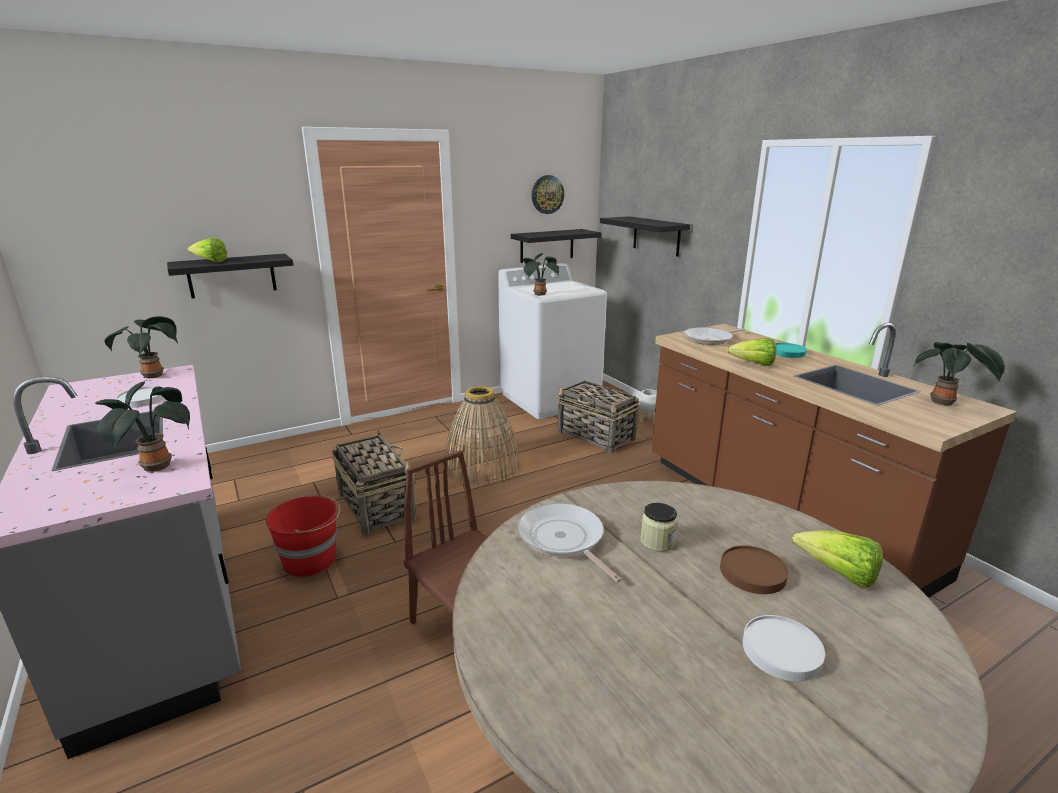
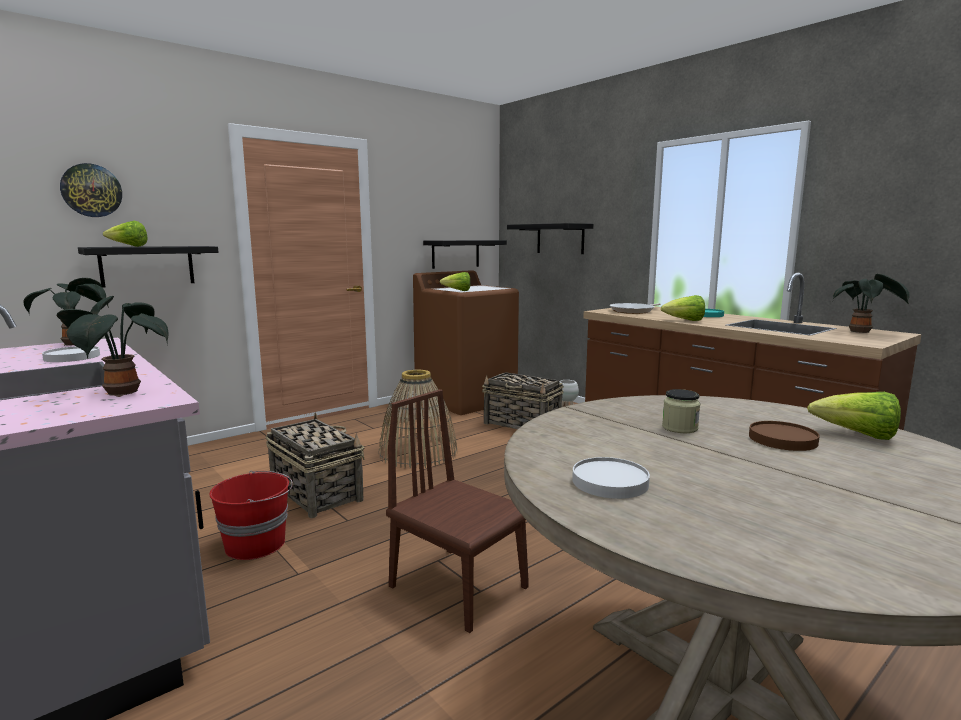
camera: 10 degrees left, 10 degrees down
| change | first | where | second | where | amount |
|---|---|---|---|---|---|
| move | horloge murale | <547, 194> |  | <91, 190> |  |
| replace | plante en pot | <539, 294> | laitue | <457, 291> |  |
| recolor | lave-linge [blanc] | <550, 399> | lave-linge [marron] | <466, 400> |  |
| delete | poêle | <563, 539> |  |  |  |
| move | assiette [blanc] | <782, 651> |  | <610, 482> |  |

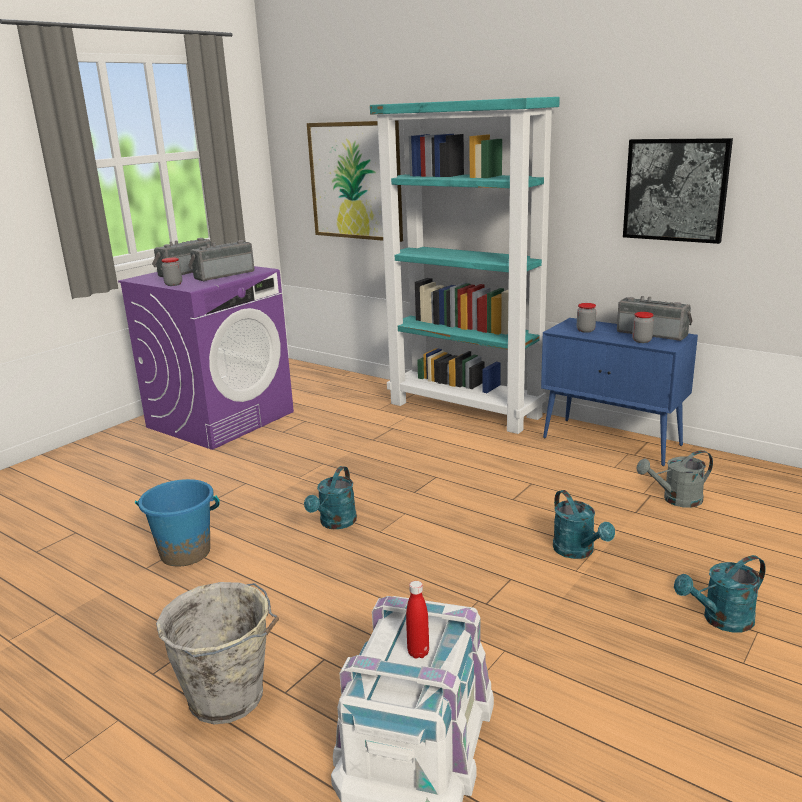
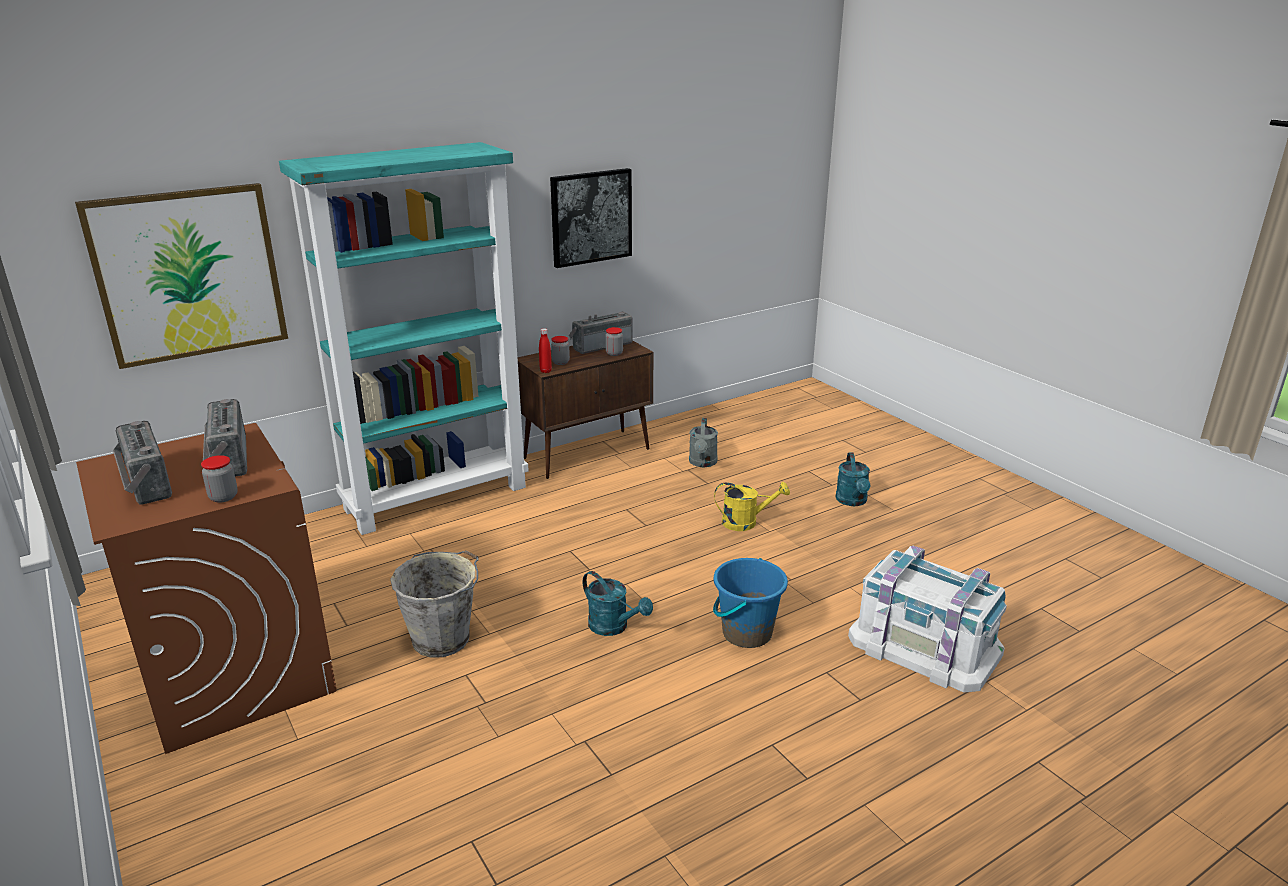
camera: 70 degrees left, 5 degrees up
| change | first | where | second | where | amount |
|---|---|---|---|---|---|
| recolor | lave-linge [violet] | <221, 419> | lave-linge [marron] | <235, 672> |  |
| recolor | meuble de rangement [bleu] | <613, 442> | meuble de rangement [marron] | <588, 453> |  |
| move | seau [bleu] | <185, 553> |  | <746, 633> |  |
| recolor | arrosoir [turquoise] | <578, 552> | arrosoir [jaune] | <746, 522> |  |
| move | bouteille [rouge] | <418, 652> |  | <545, 371> |  |
| move | seau [gris] | <229, 698> |  | <443, 638> |  |

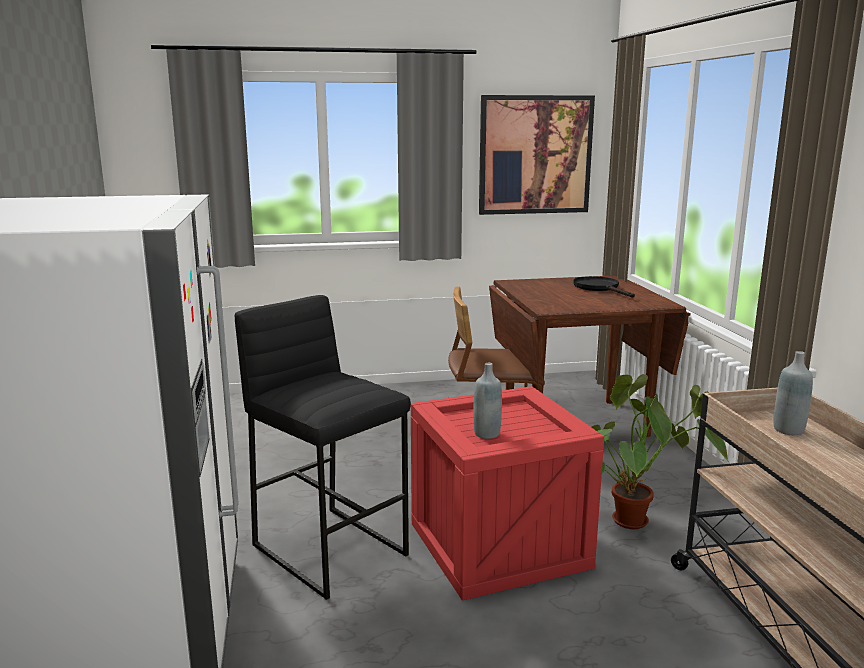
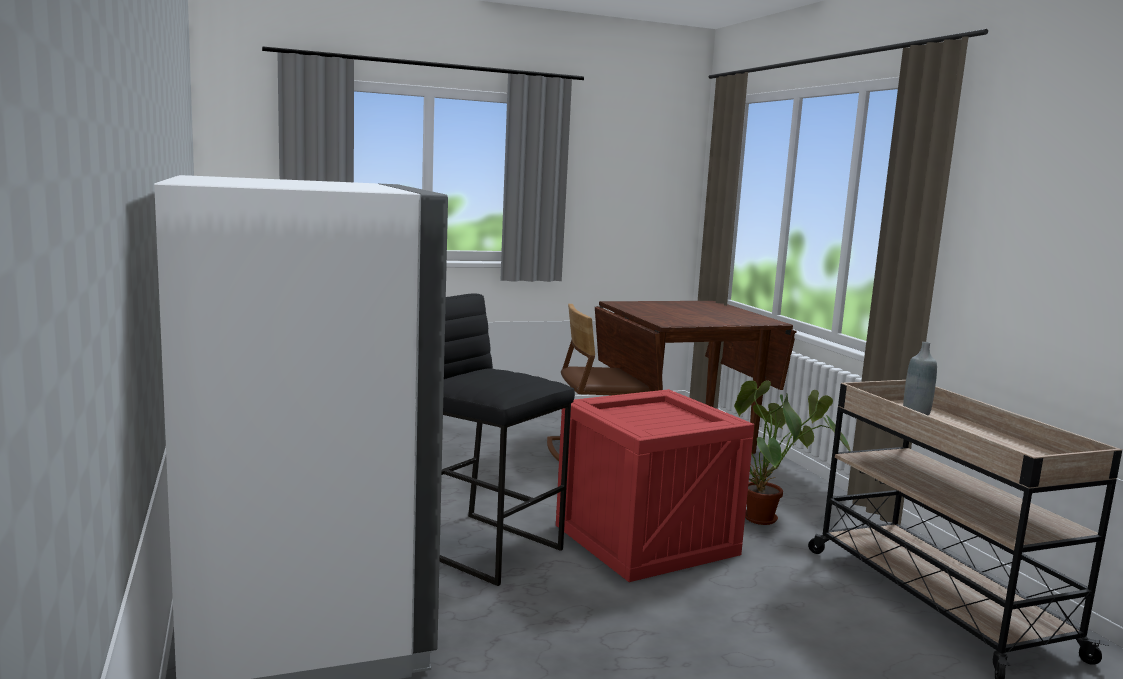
camera: 10 degrees left, 5 degrees down
| change | first | where | second | where | amount |
|---|---|---|---|---|---|
| delete | tableau | <535, 155> |  |  |  |
| delete | poêle [noir] | <600, 288> |  |  |  |
| delete | bouteille [gris] | <487, 434> |  |  |  |

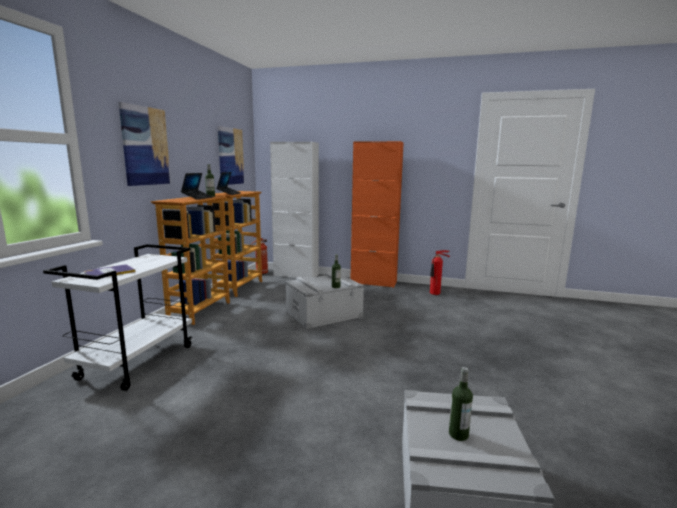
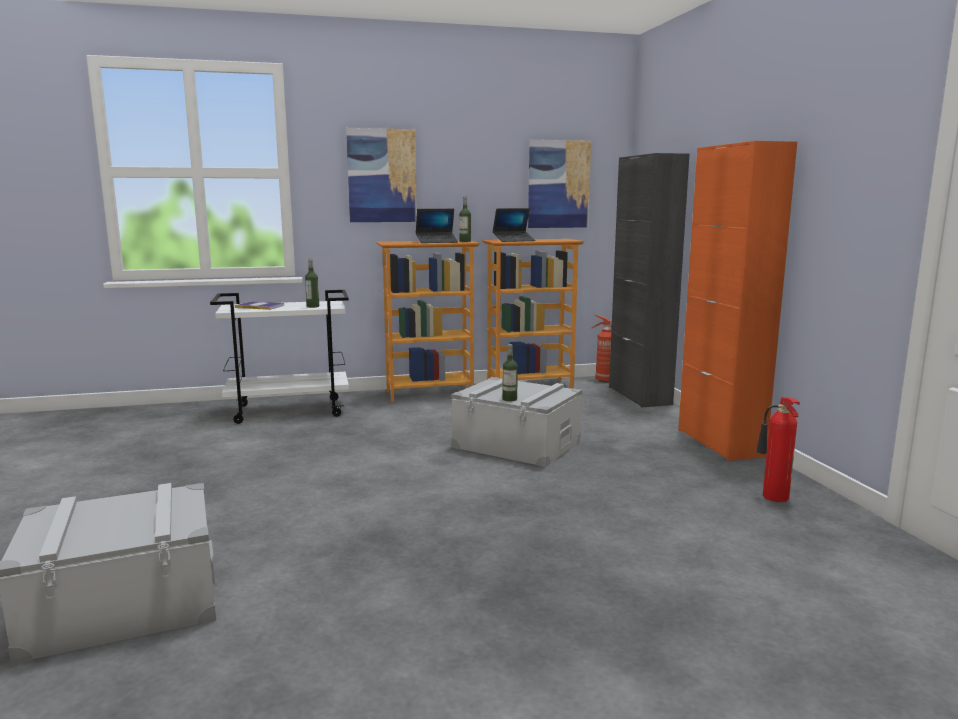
camera: 60 degrees right, 0 degrees up
| change | first | where | second | where | amount |
|---|---|---|---|---|---|
| recolor | meuble de rangement [blanc] | <296, 275> | meuble de rangement [noir] | <639, 395> |  |
| move | bouteille | <458, 434> |  | <313, 306> |  |

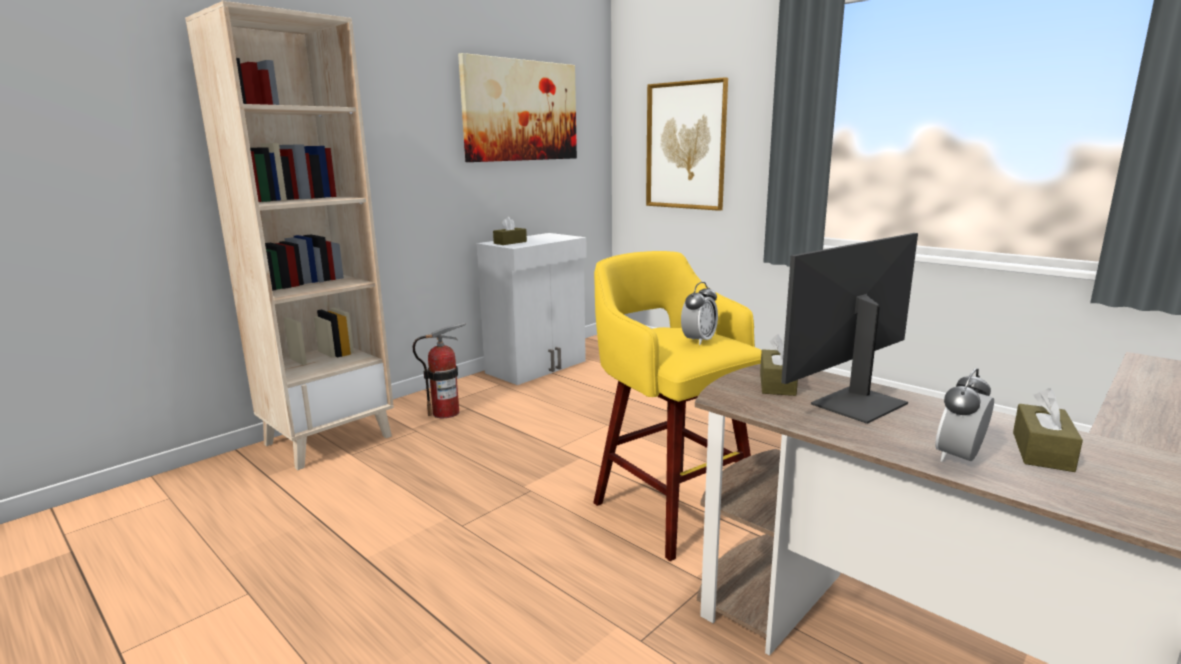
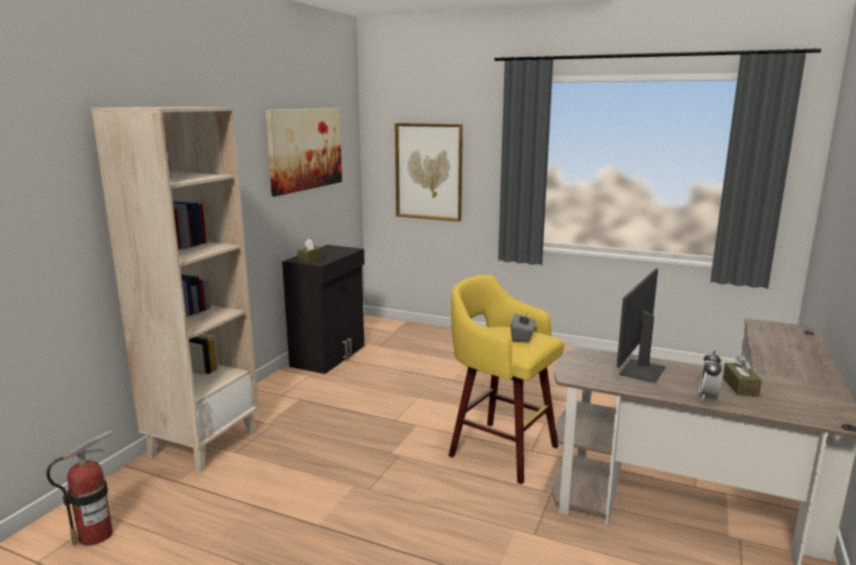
camera: 20 degrees left, 0 degrees up
| change | first | where | second | where | amount |
|---|---|---|---|---|---|
| recolor | meuble de rangement [blanc] | <538, 367> | meuble de rangement [noir] | <329, 356> |  |
| replace | réveil | <698, 341> | boîte à mouchoirs [gris] | <522, 337> |  |
| move | extincteur | <446, 413> |  | <95, 535> |  |
| delete | boîte à mouchoirs [marron] | <777, 384> |  |  |  |

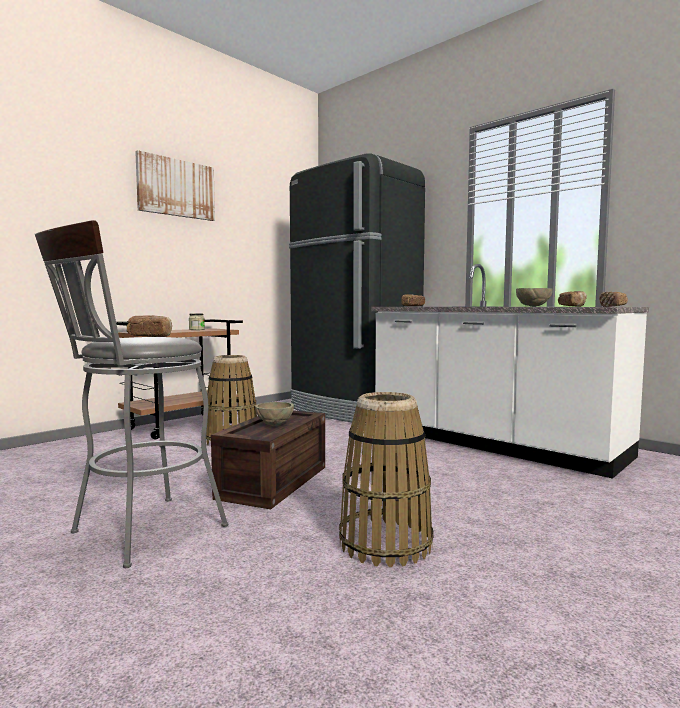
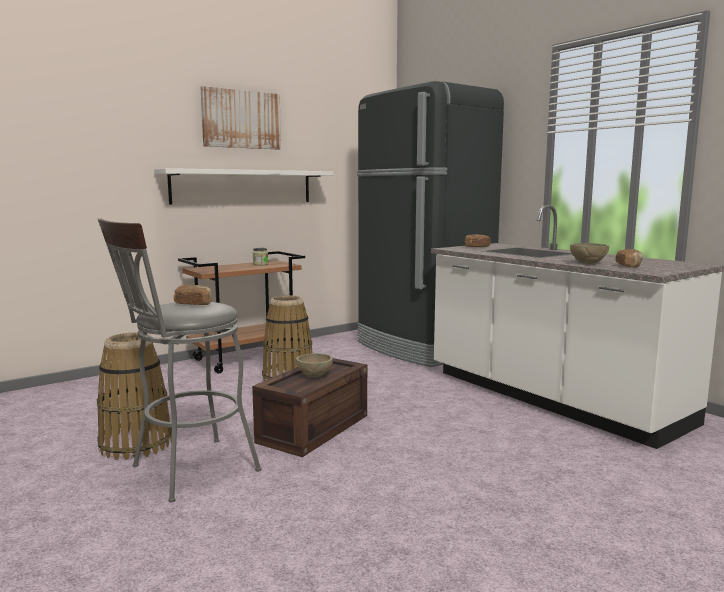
camera: 10 degrees right, 5 degrees up
| change | first | where | second | where | amount |
|---|---|---|---|---|---|
| delete | pain | <611, 306> |  |  |  |
| move | panier | <385, 543> |  | <135, 444> |  |
| insert |  |  | étagère [blanc] | <243, 186> |  |

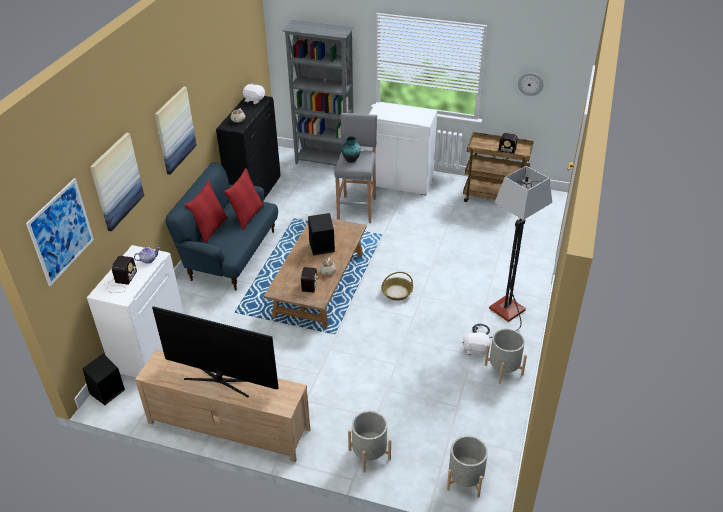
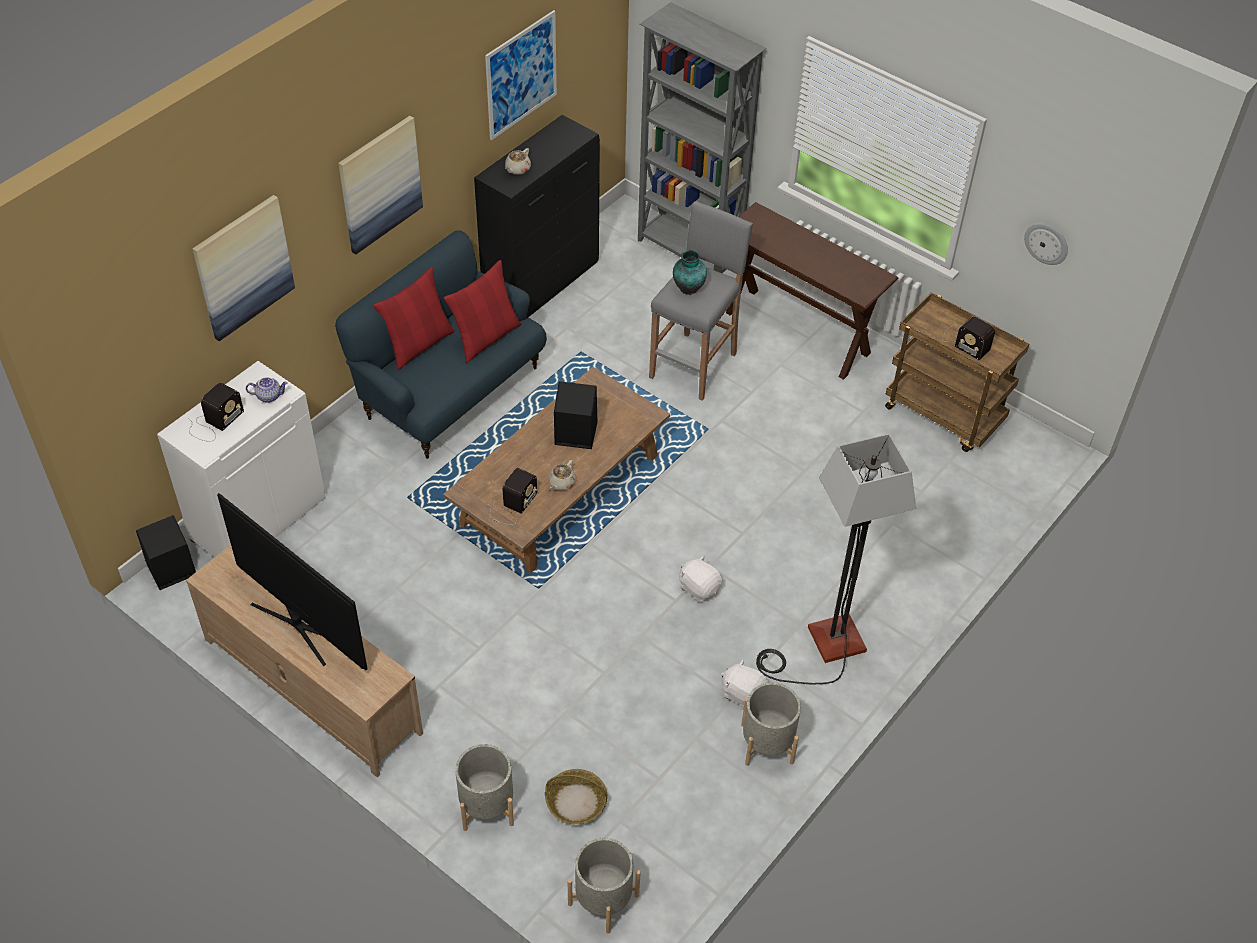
camera: 20 degrees right, 10 degrees up
| change | first | where | second | where | amount |
|---|---|---|---|---|---|
| move | peluche [blanc] | <254, 100> |  | <699, 587> |  |
| replace | meuble de rangement [blanc] | <400, 182> | table console [marron] | <797, 333> |  |
| move | tableau | <61, 231> |  | <521, 75> |  |
| move | panier | <396, 292> |  | <576, 802> |  |

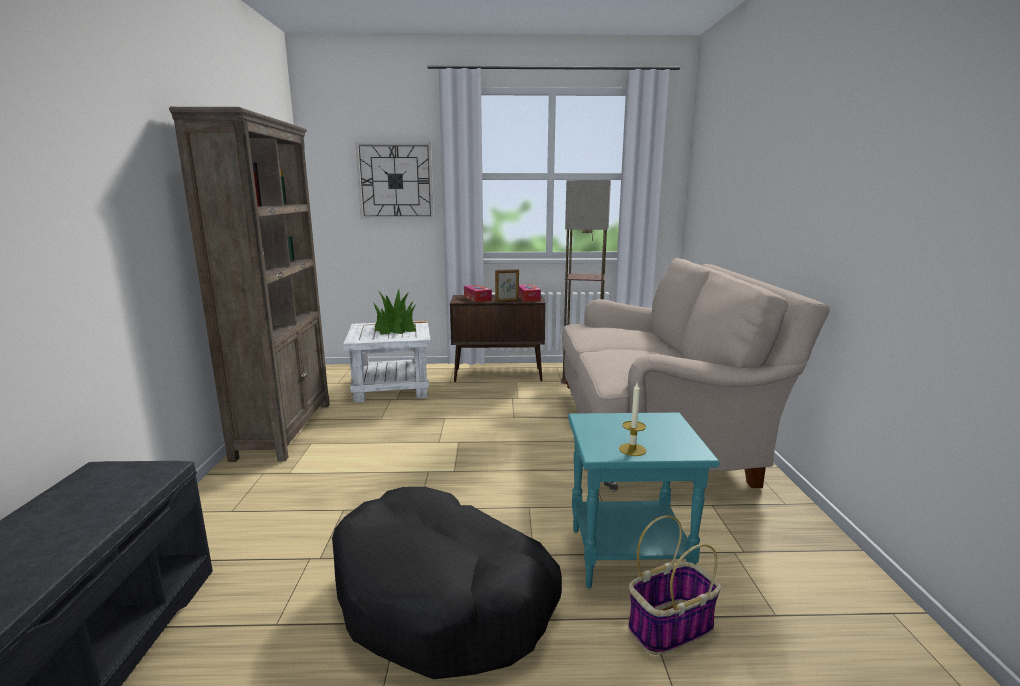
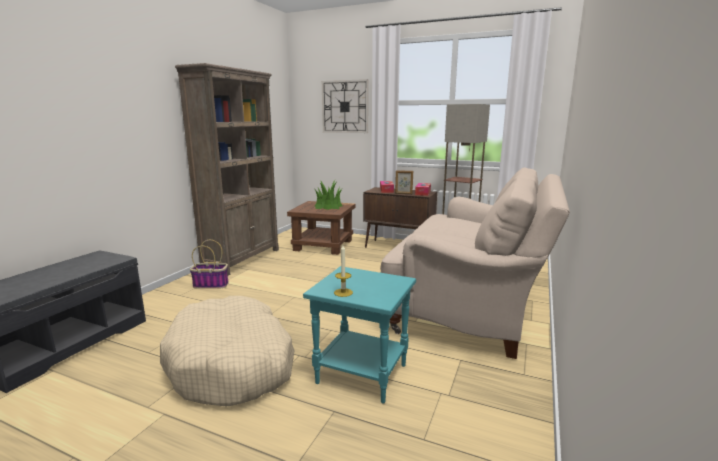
camera: 25 degrees right, 0 degrees up
| change | first | where | second | where | amount |
|---|---|---|---|---|---|
| recolor | table d'appoint [blanc] | <393, 387> | table d'appoint [marron] | <324, 245> |  |
| recolor | panier pour chien [noir] | <443, 598> | panier pour chien [beige] | <232, 364> |  |
| move | panier | <671, 626> |  | <211, 284> |  |

